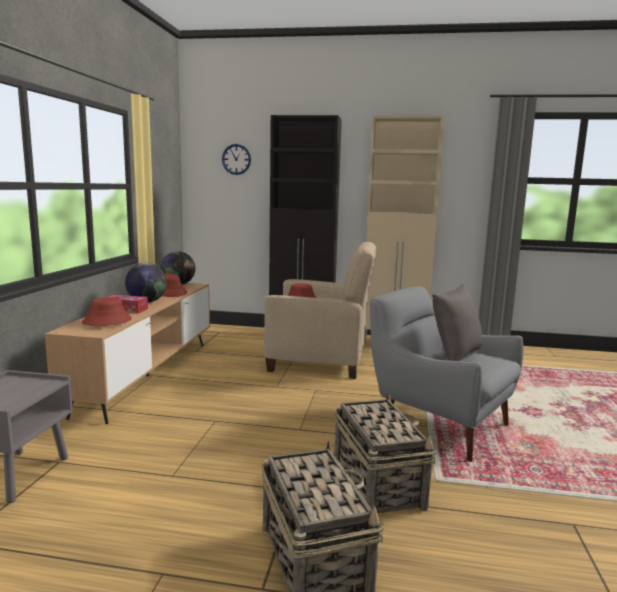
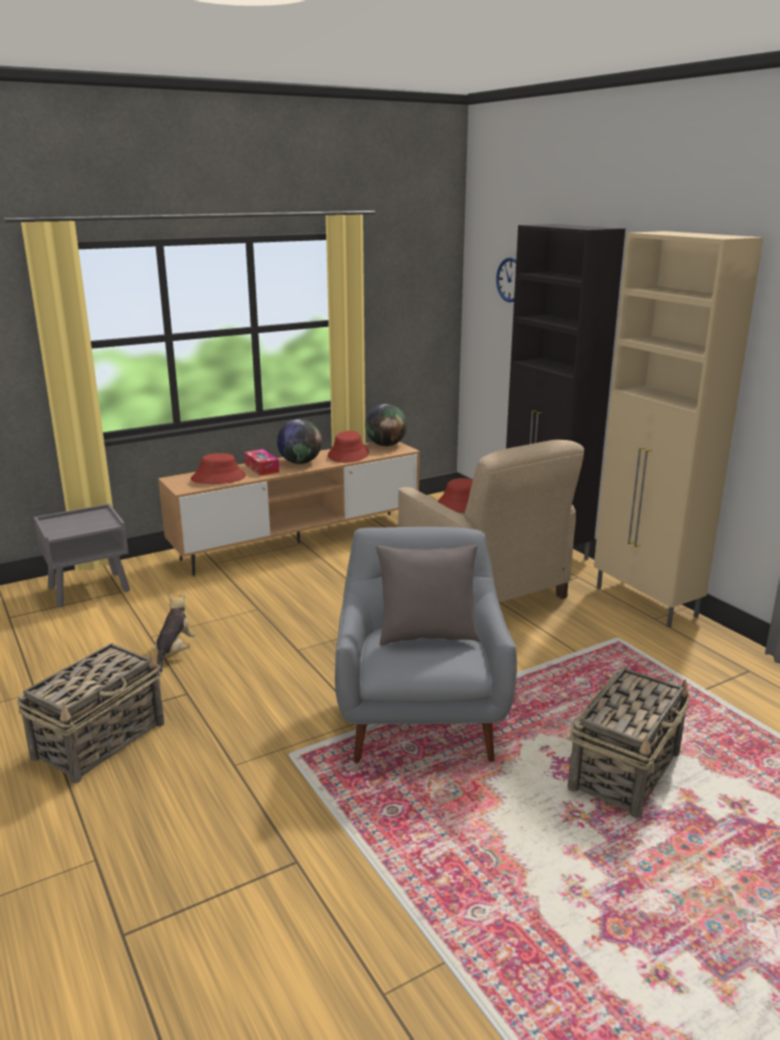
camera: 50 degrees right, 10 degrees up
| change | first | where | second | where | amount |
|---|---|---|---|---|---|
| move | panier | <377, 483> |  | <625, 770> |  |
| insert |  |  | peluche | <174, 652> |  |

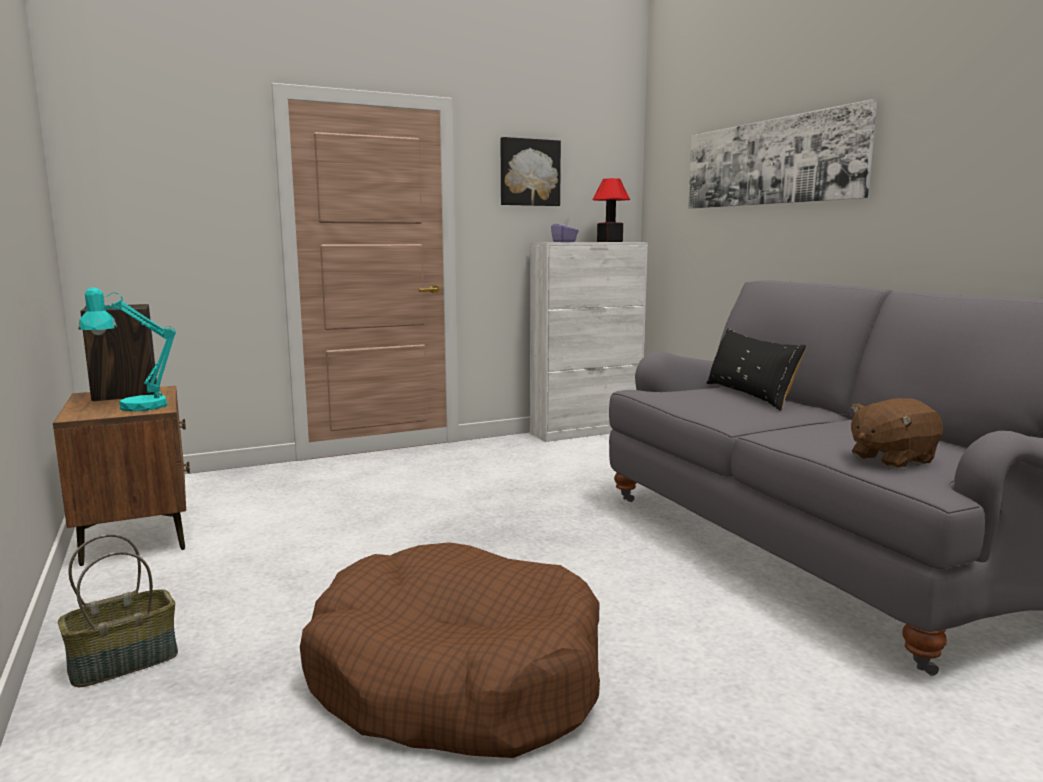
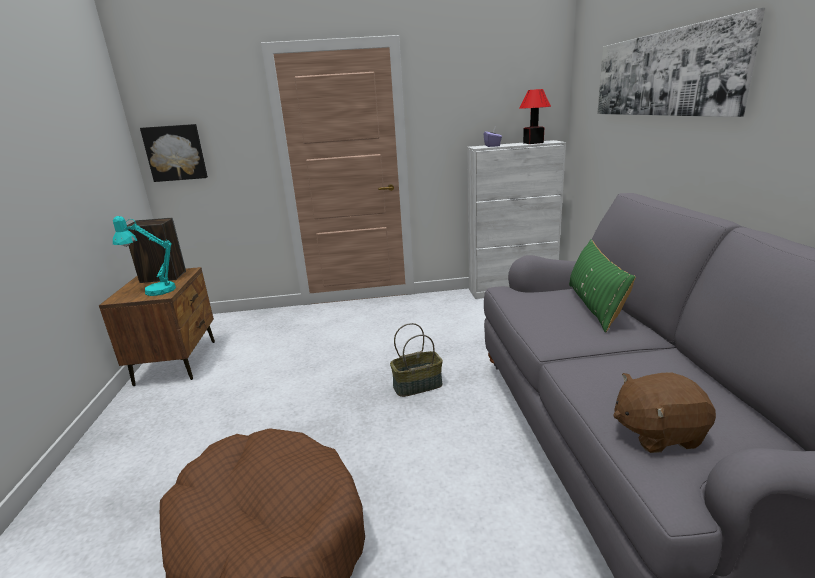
camera: 20 degrees right, 10 degrees up
| change | first | where | second | where | amount |
|---|---|---|---|---|---|
| move | tableau | <529, 172> |  | <175, 153> |  |
| recolor | coussin [noir] | <749, 395> | coussin [vert] | <594, 305> |  |
| move | panier | <124, 661> |  | <418, 385> |  |

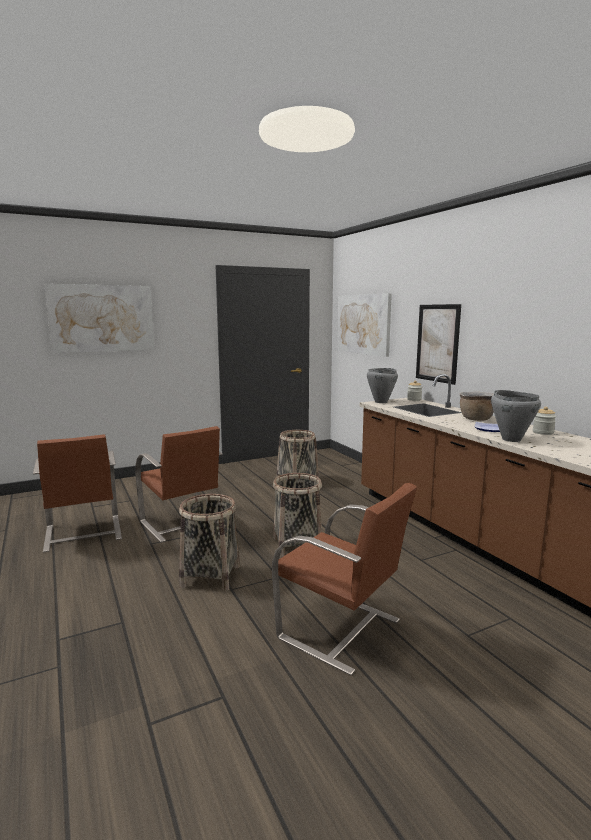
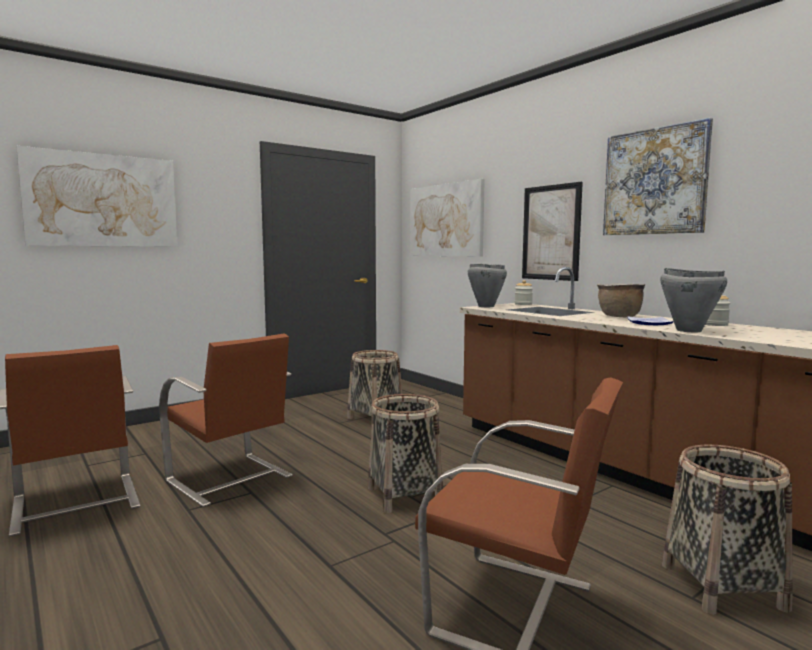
camera: 10 degrees left, 5 degrees down
| change | first | where | second | where | amount |
|---|---|---|---|---|---|
| move | panier | <210, 576> |  | <722, 586> |  |
| insert |  |  | tableau | <654, 182> |  |

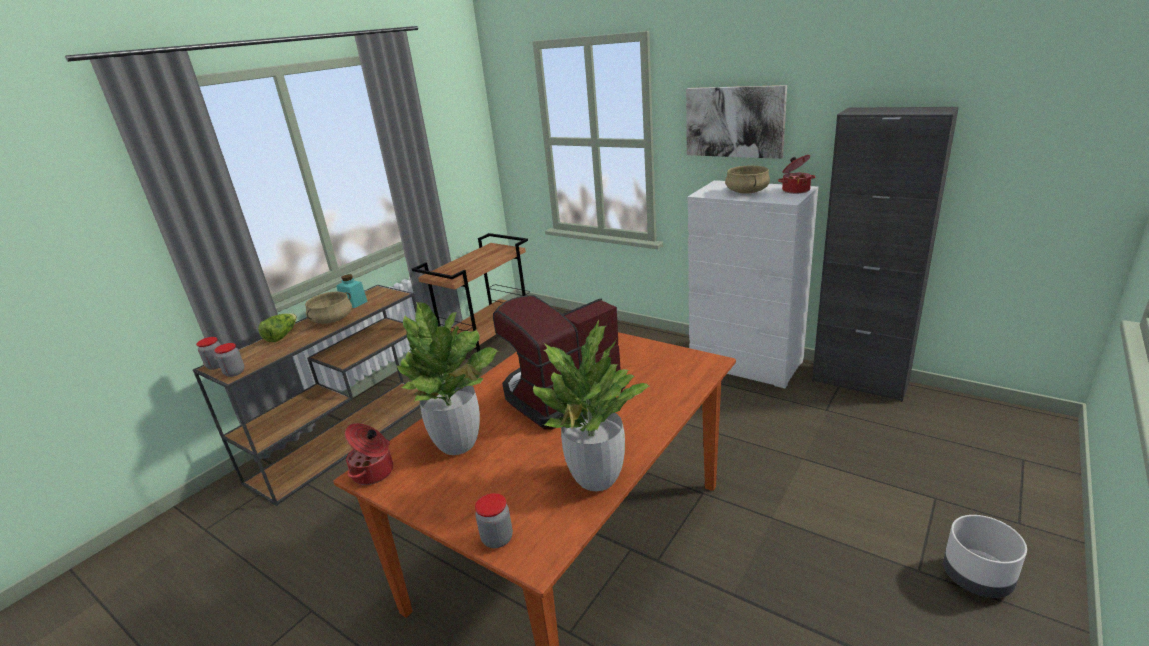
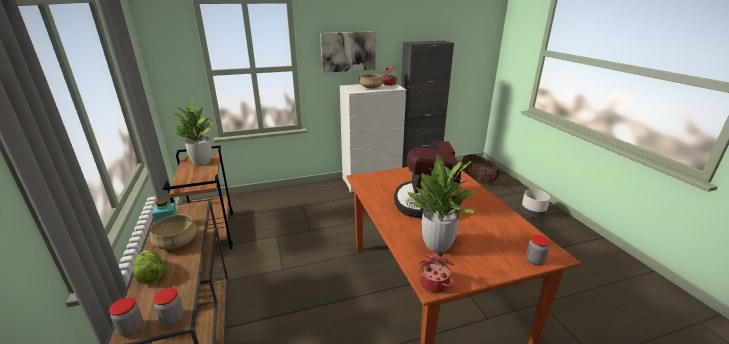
camera: 55 degrees left, 0 degrees up
| change | first | where | second | where | amount |
|---|---|---|---|---|---|
| move | plante en pot | <596, 478> |  | <202, 162> |  |
| insert |  |  | panier | <478, 179> |  |

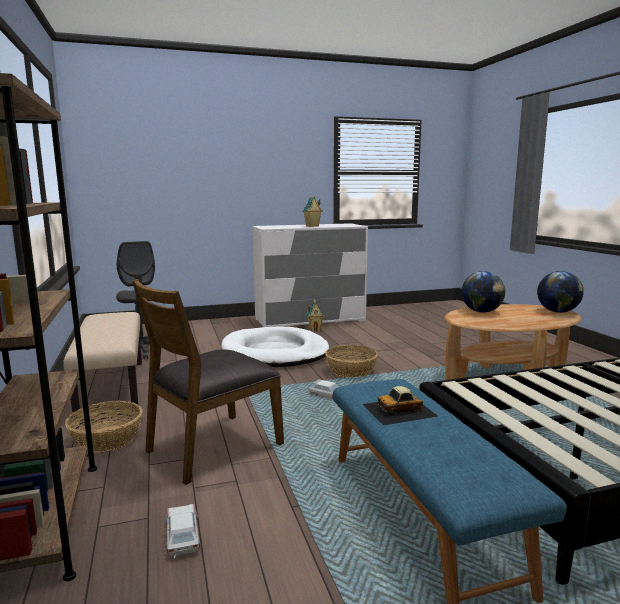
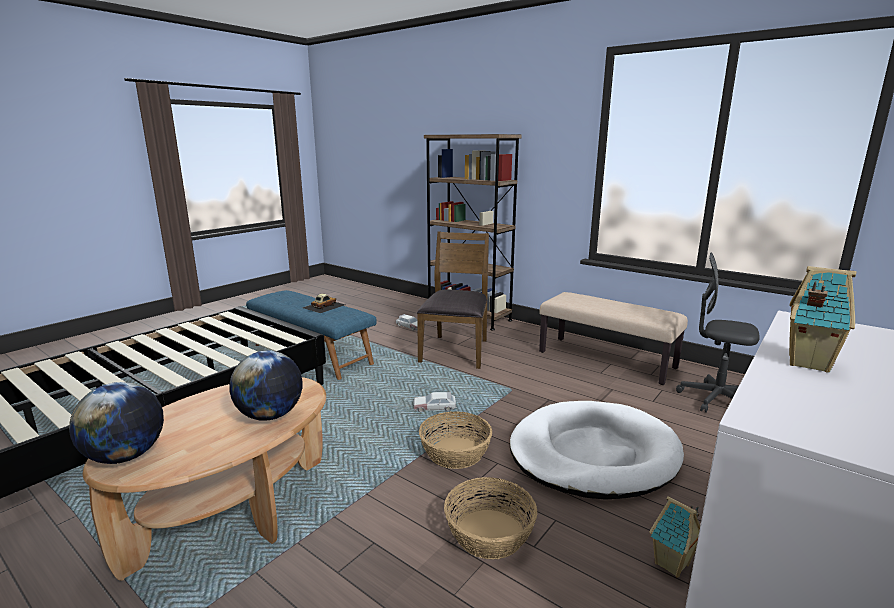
camera: 145 degrees right, 5 degrees up
| change | first | where | second | where | amount |
|---|---|---|---|---|---|
| move | panier | <107, 439> |  | <489, 534> |  |

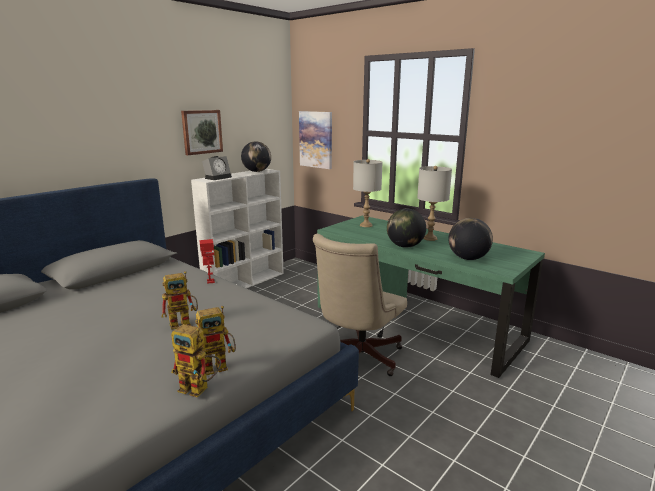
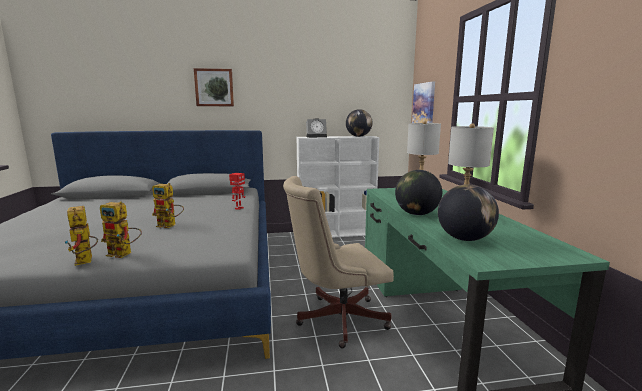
camera: 40 degrees right, 5 degrees down
| change | first | where | second | where | amount |
|---|---|---|---|---|---|
| move | tableau | <201, 132> |  | <214, 87> |  |

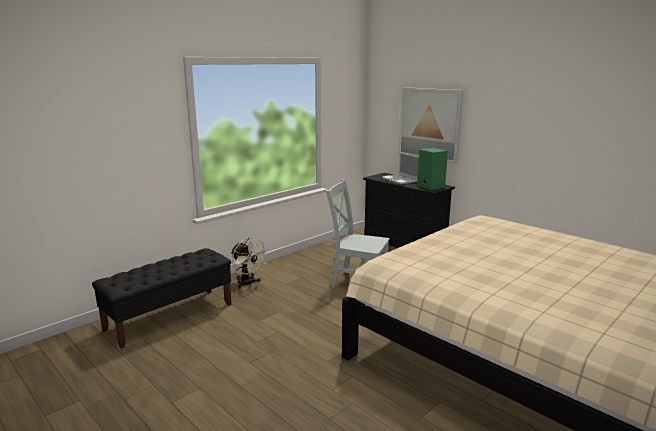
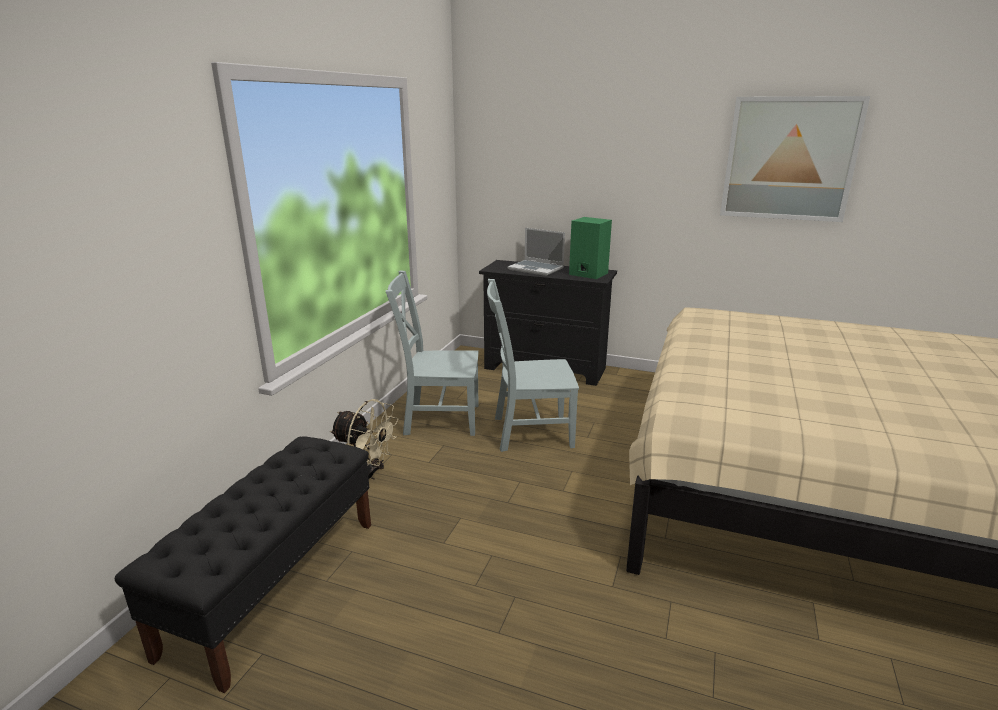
camera: 25 degrees left, 5 degrees up
| change | first | where | second | where | amount |
|---|---|---|---|---|---|
| move | tableau | <429, 124> |  | <789, 159> |  |
| insert |  |  | chaise [gris] | <438, 419> |  |

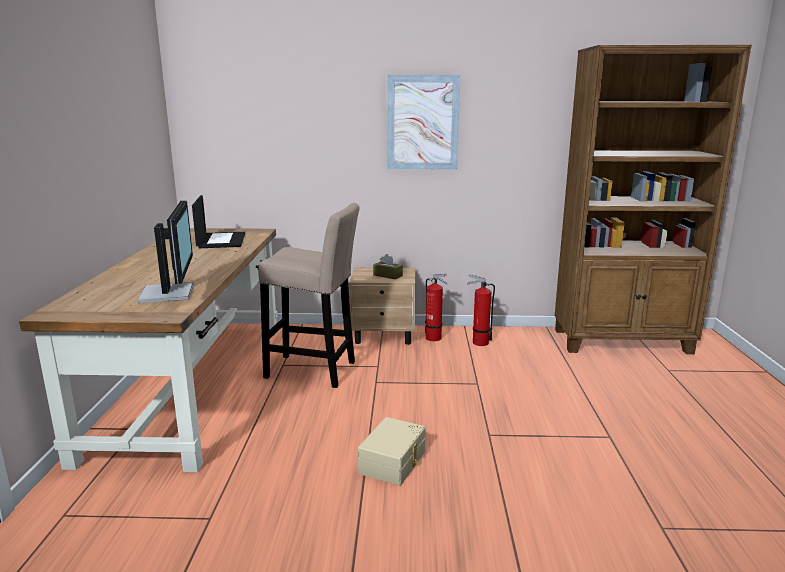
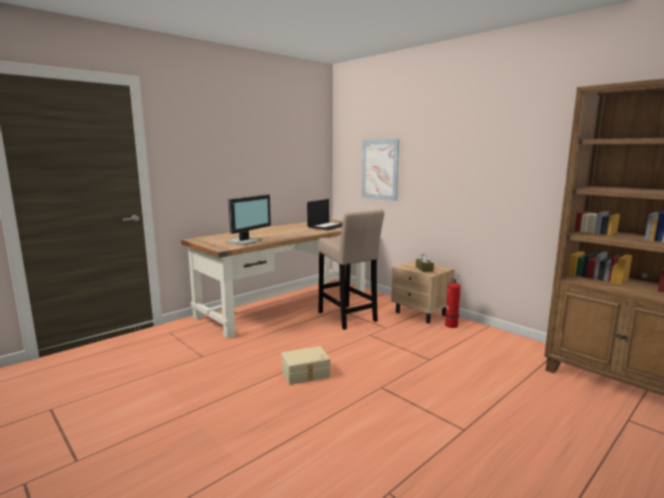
camera: 45 degrees right, 5 degrees down
| change | first | where | second | where | amount |
|---|---|---|---|---|---|
| move | tableau | <423, 123> |  | <380, 169> |  |
| delete | extincteur | <478, 342> |  |  |  |

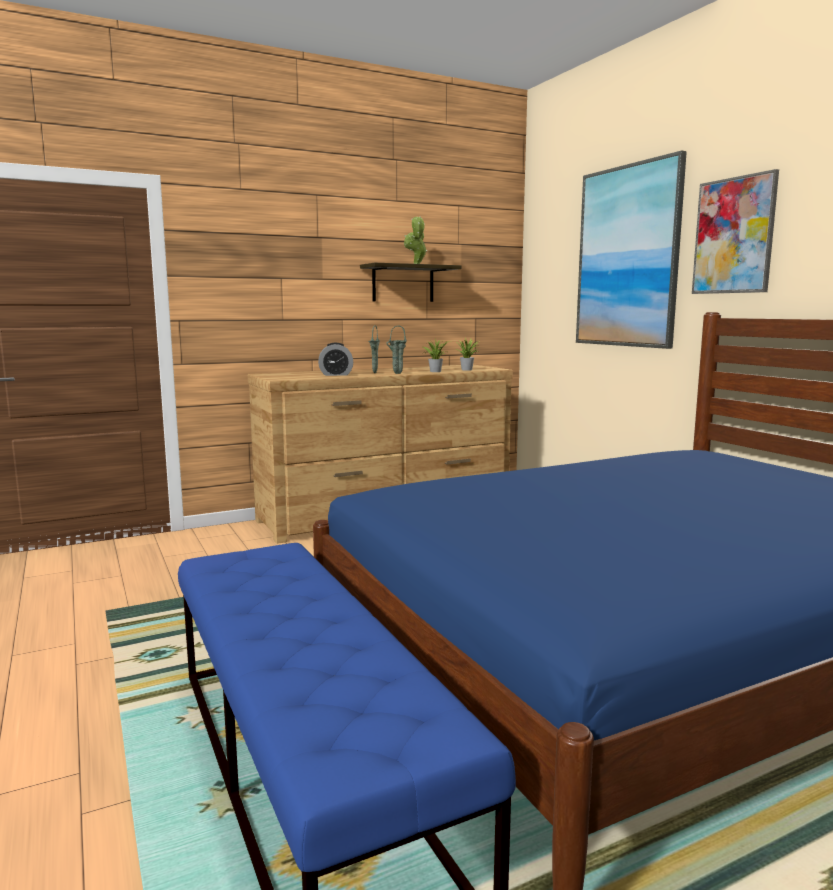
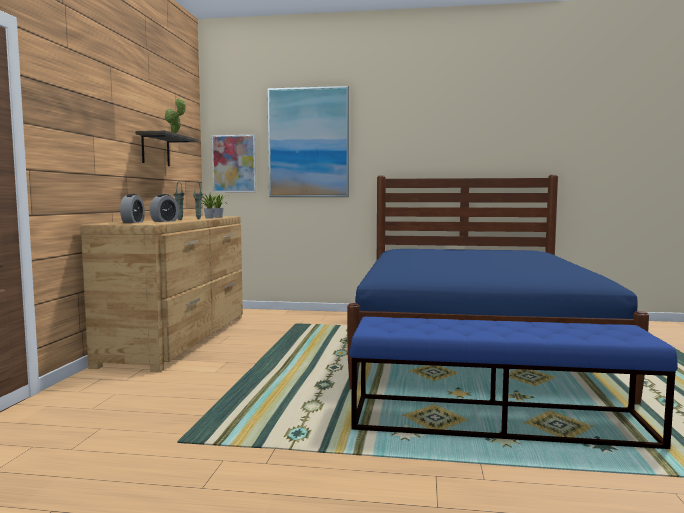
camera: 55 degrees left, 5 degrees down
| change | first | where | second | where | amount |
|---|---|---|---|---|---|
| move | tableau | <734, 236> |  | <234, 163> |  |
| insert |  |  | réveil | <133, 222> |  |

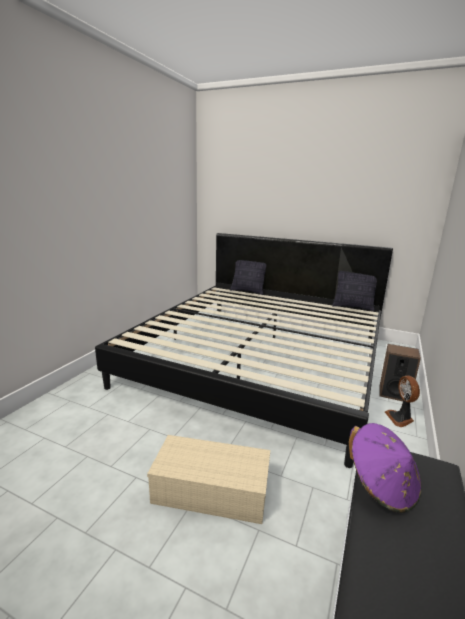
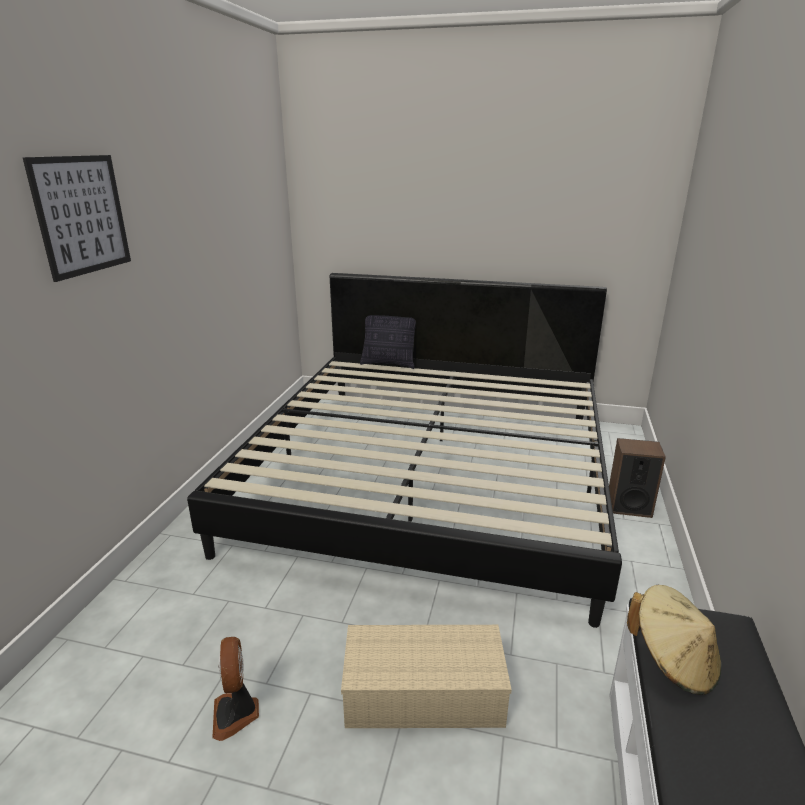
camera: 10 degrees left, 5 degrees up
| change | first | where | second | where | amount |
|---|---|---|---|---|---|
| delete | coussin | <353, 307> |  |  |  |
| move | ventilateur | <400, 418> |  | <236, 714> |  |
| recolor | chapeau [violet] | <381, 485> | chapeau [beige] | <672, 660> |  |
| insert |  |  | tableau | <82, 215> |  |

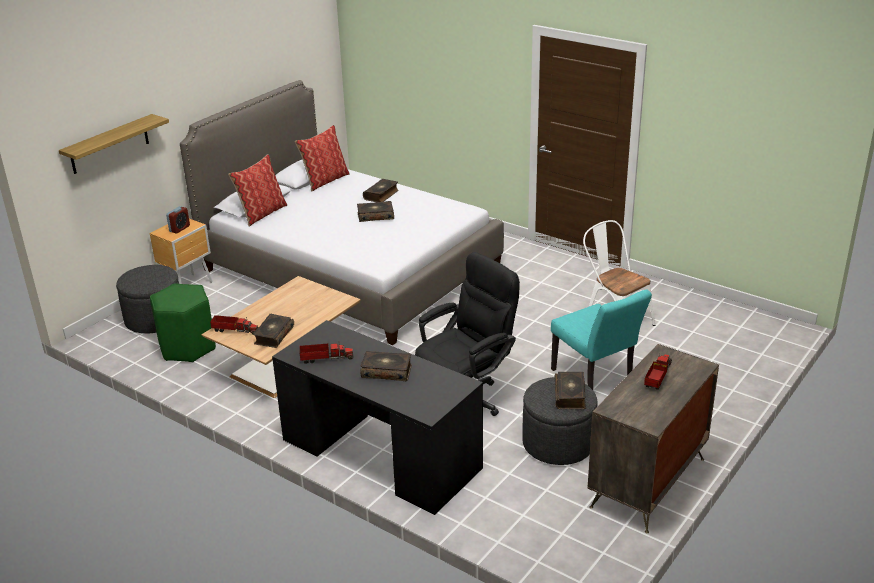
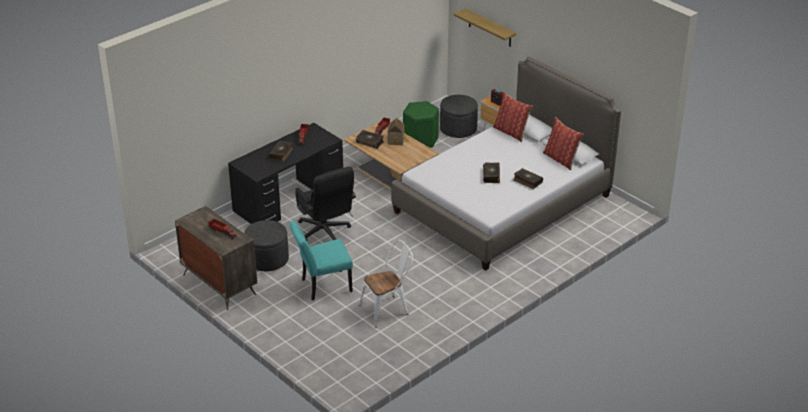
camera: 100 degrees right, 5 degrees up
| change | first | where | second | where | amount |
|---|---|---|---|---|---|
| delete | livre | <570, 395> |  |  |  |
| insert |  |  | maison miniature | <397, 140> |  |

